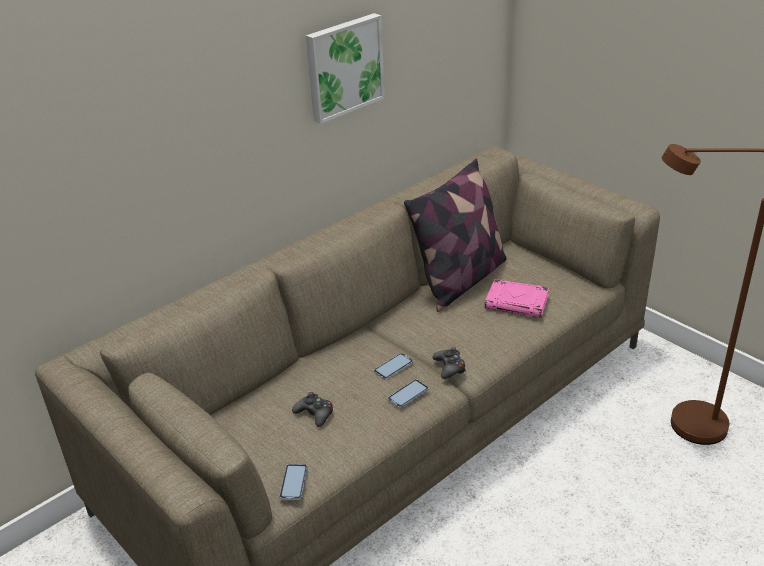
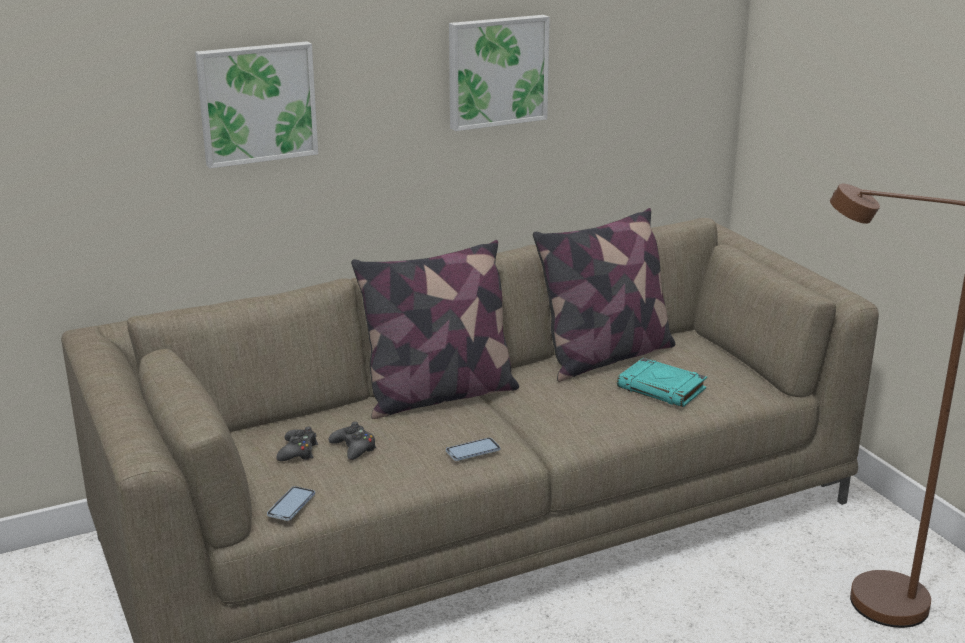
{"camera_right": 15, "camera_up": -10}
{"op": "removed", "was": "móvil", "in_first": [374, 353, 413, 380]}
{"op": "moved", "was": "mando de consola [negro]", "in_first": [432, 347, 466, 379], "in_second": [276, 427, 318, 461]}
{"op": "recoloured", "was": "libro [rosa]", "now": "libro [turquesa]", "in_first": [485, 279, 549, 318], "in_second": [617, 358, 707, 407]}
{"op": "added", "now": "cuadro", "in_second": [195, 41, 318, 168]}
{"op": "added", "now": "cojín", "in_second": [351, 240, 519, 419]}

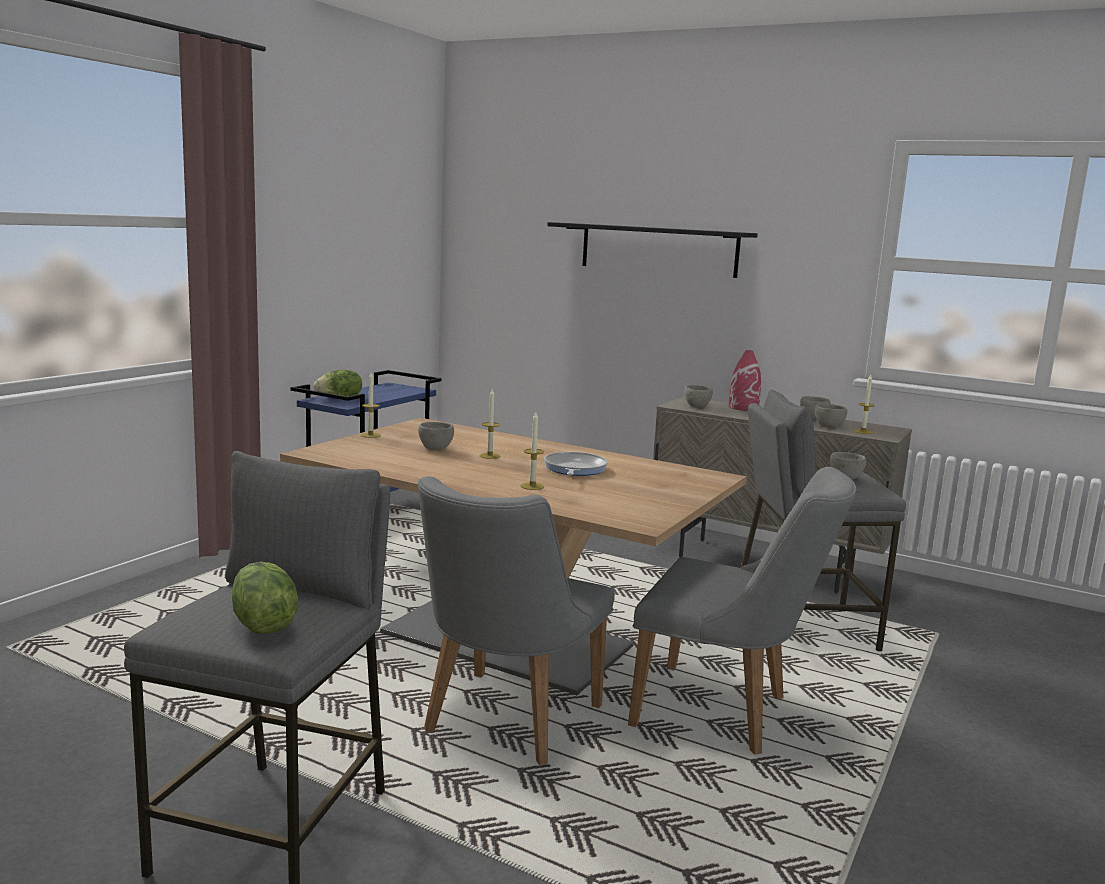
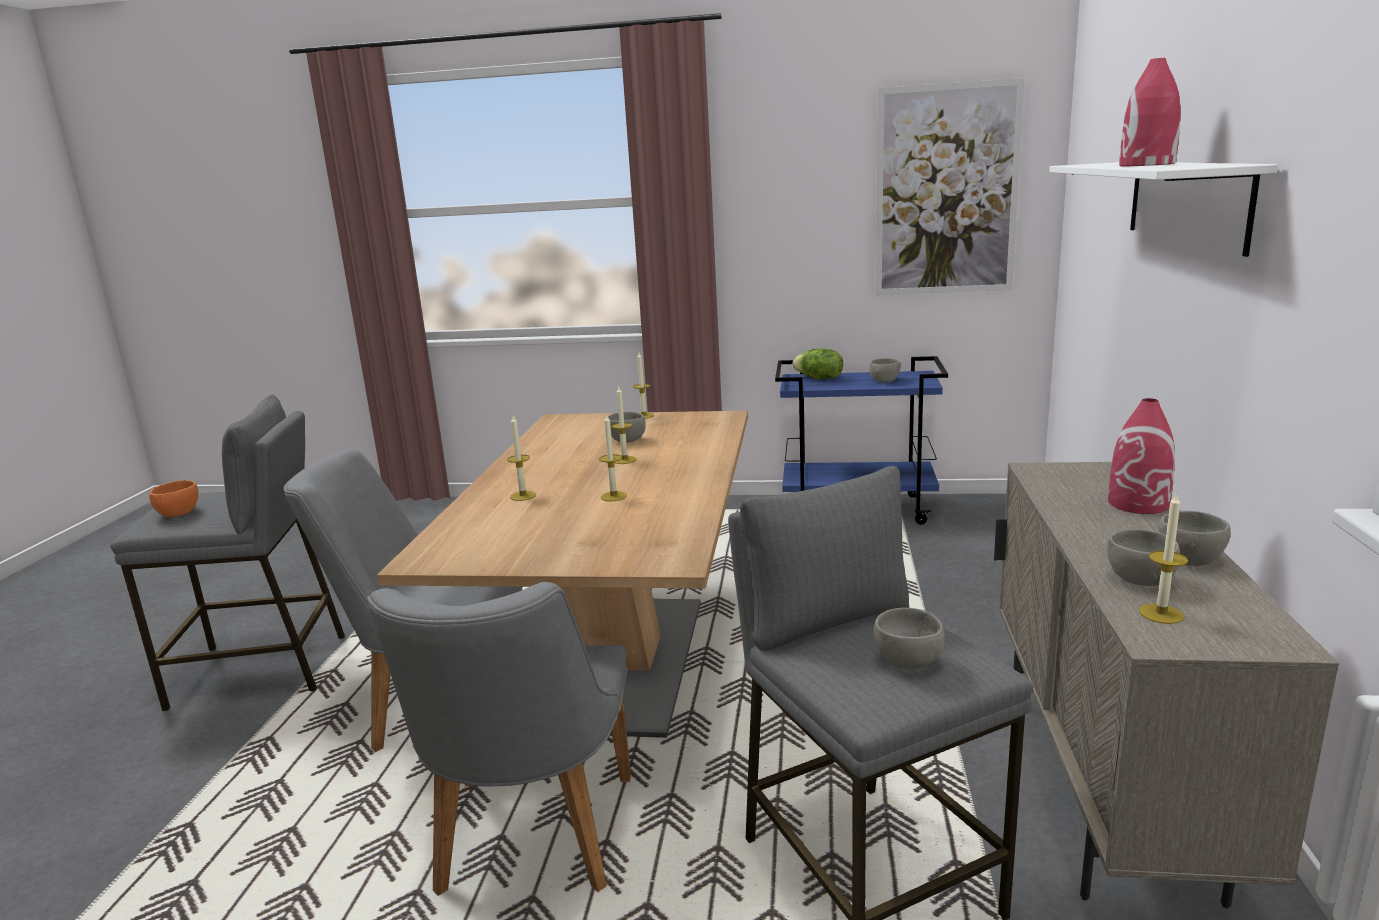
{"camera_right": 70, "camera_up": 5}
{"op": "replaced", "was": "lechuga", "now": "cuenco [naranja]", "in_first": [232, 562, 298, 634], "in_second": [149, 480, 198, 517]}
{"op": "replaced", "was": "sartén", "now": "vela", "in_first": [544, 452, 608, 476], "in_second": [599, 413, 627, 501]}
{"op": "recoloured", "was": "estante [negro]", "now": "estante [blanco]", "in_first": [547, 222, 758, 278], "in_second": [1049, 162, 1278, 257]}
{"op": "moved", "was": "cuenco [gris]", "in_first": [684, 385, 713, 407], "in_second": [869, 358, 901, 383]}
{"op": "added", "now": "cuadro", "in_second": [876, 78, 1025, 295]}
{"op": "added", "now": "florero [rojo]", "in_second": [1119, 58, 1181, 166]}

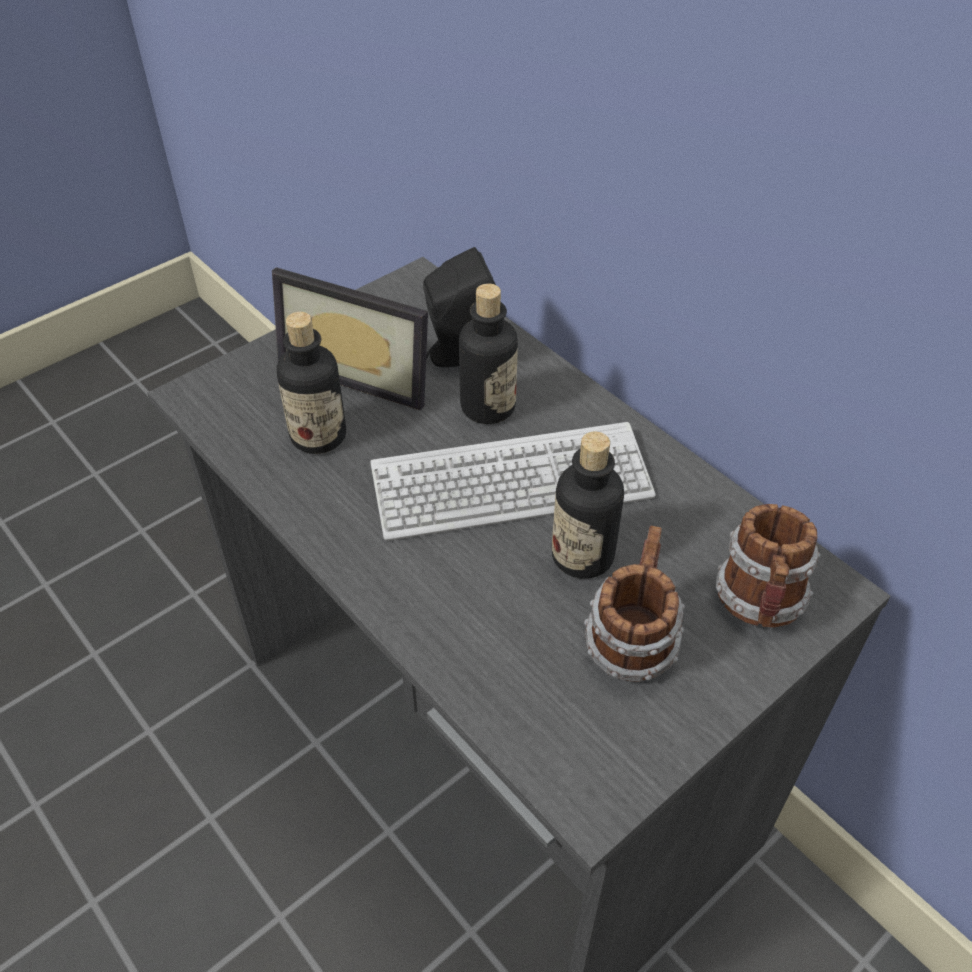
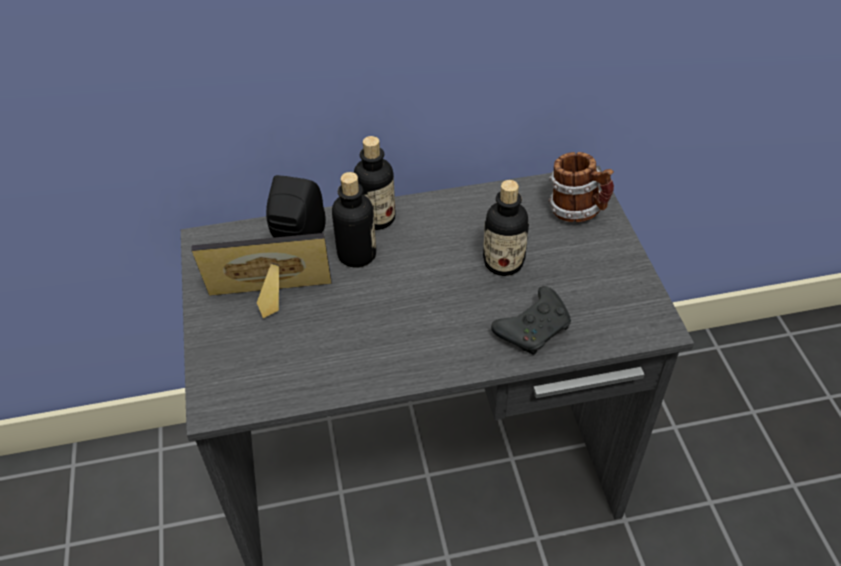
{"camera_right": -60, "camera_up": 0}
{"op": "turned", "was": "portarretratos", "in_first": [272, 267, 428, 410], "in_second": [192, 233, 332, 318], "clockwise": -150}
{"op": "moved", "was": "botella", "in_first": [277, 312, 346, 454], "in_second": [354, 136, 395, 230]}
{"op": "removed", "was": "teclado", "in_first": [370, 422, 655, 541]}
{"op": "removed", "was": "taza grande", "in_first": [584, 526, 685, 682]}
{"op": "added", "now": "mando de consola [negro]", "in_second": [491, 286, 571, 355]}

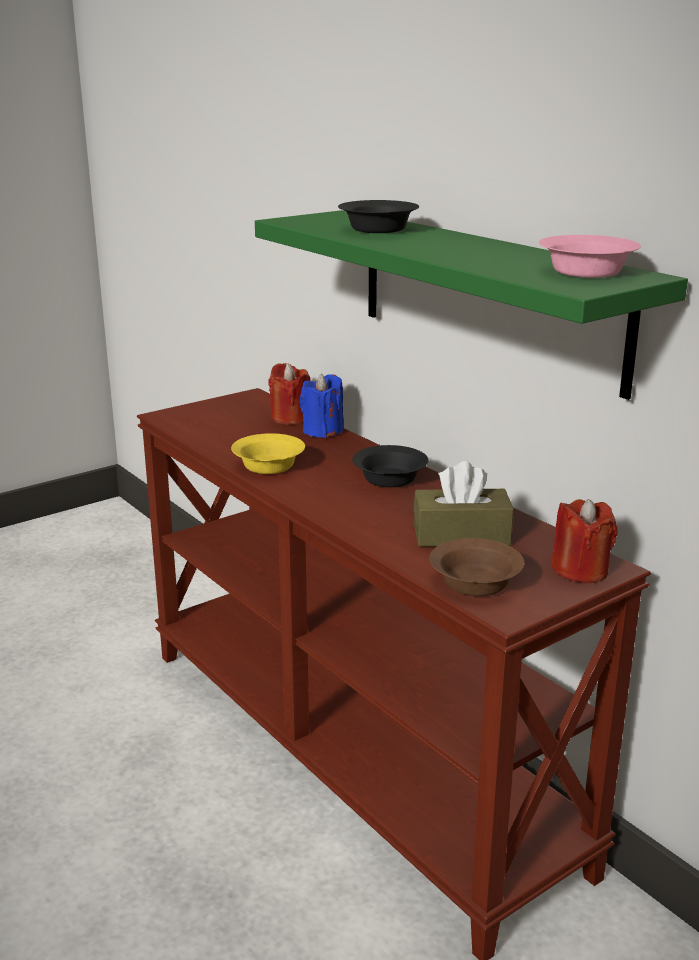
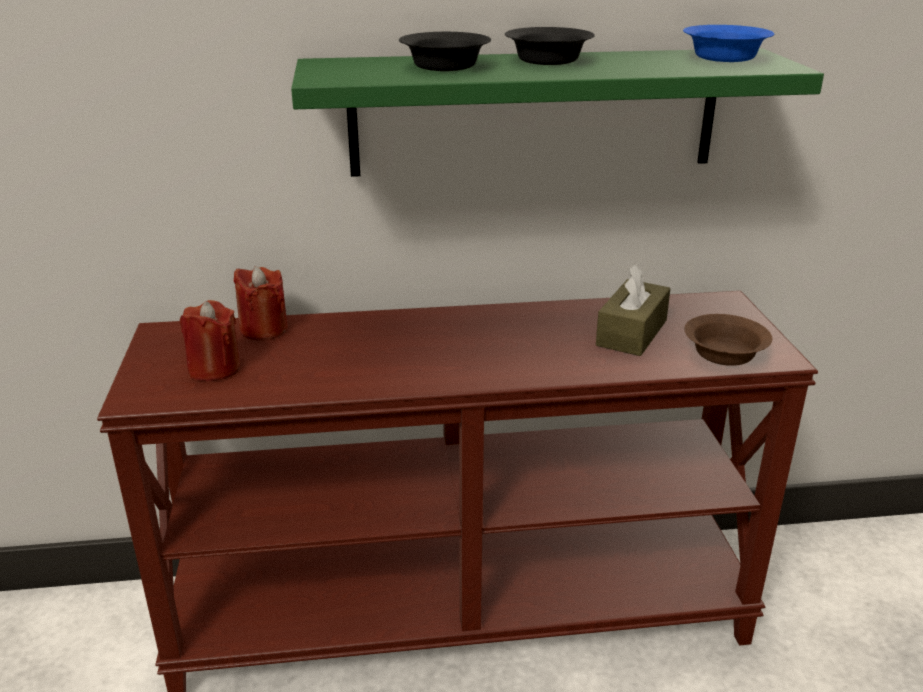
{"camera_right": -60, "camera_up": 5}
{"op": "removed", "was": "cuenco [amarillo]", "in_first": [231, 433, 305, 474]}
{"op": "removed", "was": "vela [azul]", "in_first": [299, 374, 344, 438]}
{"op": "moved", "was": "cuenco [negro]", "in_first": [352, 445, 428, 487], "in_second": [505, 27, 595, 65]}
{"op": "recoloured", "was": "cuenco [rosa]", "now": "cuenco [azul]", "in_first": [539, 235, 641, 278], "in_second": [683, 25, 774, 62]}
{"op": "moved", "was": "vela [rojo]", "in_first": [551, 499, 617, 583], "in_second": [180, 300, 241, 381]}

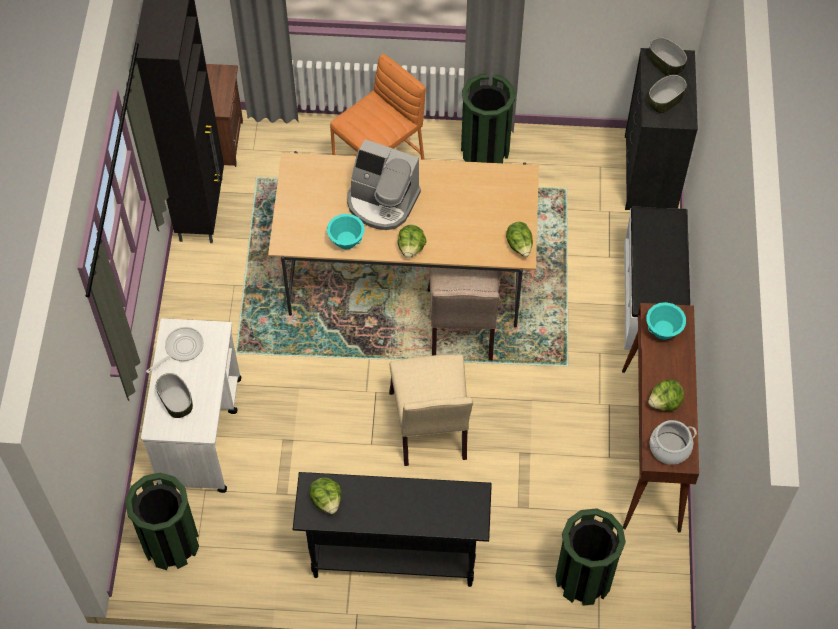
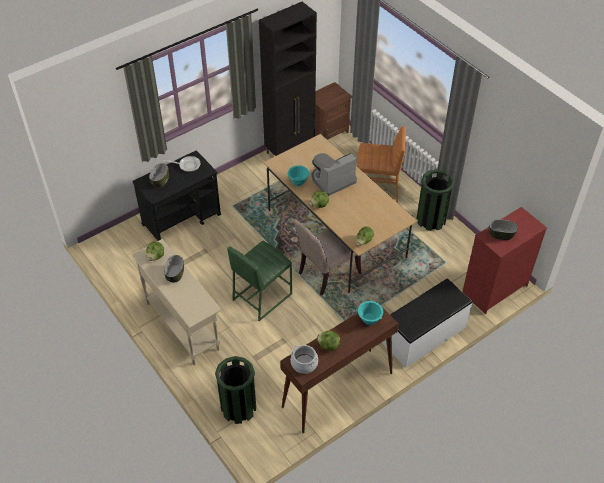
{"camera_right": 50, "camera_up": -10}
{"op": "removed", "was": "papelera [verde]", "in_first": [125, 473, 199, 570]}
{"op": "recoloured", "was": "carrito [blanco]", "now": "carrito [negro]", "in_first": [141, 318, 241, 493], "in_second": [132, 151, 221, 241]}
{"op": "recoloured", "was": "mesa consola [negro]", "now": "mesa consola [beis]", "in_first": [293, 472, 492, 587], "in_second": [132, 239, 222, 365]}
{"op": "turned", "was": "cafetera", "in_first": [347, 139, 421, 230], "in_second": [312, 153, 357, 196], "clockwise": 75}
{"op": "replaced", "was": "silla [beis]", "now": "taburete [verde]", "in_first": [389, 354, 473, 466], "in_second": [227, 241, 292, 321]}
{"op": "recoloured", "was": "cómoda [negro]", "now": "cómoda [rojo]", "in_first": [625, 48, 698, 210], "in_second": [462, 207, 547, 314]}
{"op": "moved", "was": "cuenco", "in_first": [649, 37, 687, 76], "in_second": [164, 255, 184, 282]}

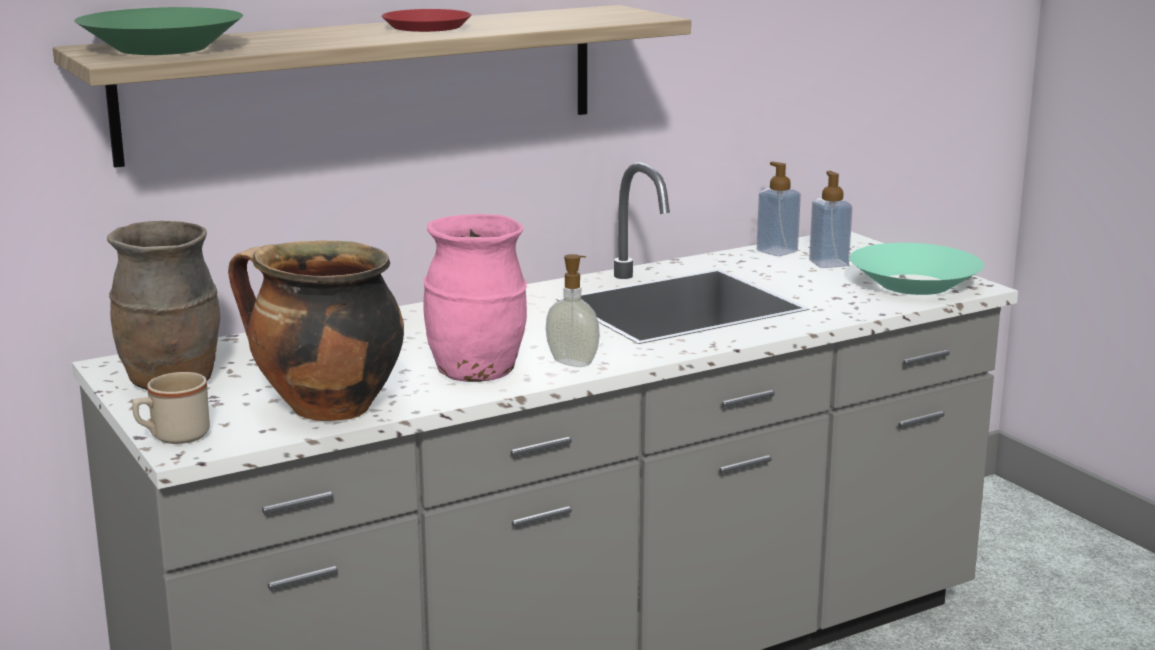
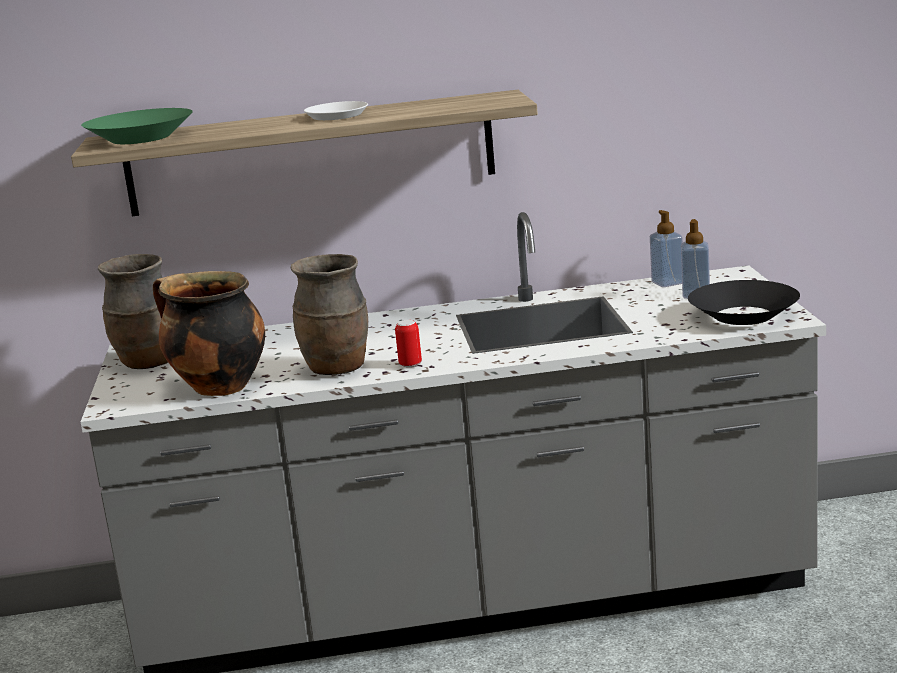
{"camera_right": 25, "camera_up": 0}
{"op": "removed", "was": "taza grande [beis]", "in_first": [132, 372, 210, 444]}
{"op": "recoloured", "was": "plato [rojo]", "now": "plato [blanco]", "in_first": [382, 9, 471, 32], "in_second": [304, 101, 368, 120]}
{"op": "recoloured", "was": "florero [rosa]", "now": "florero [marrón]", "in_first": [423, 214, 527, 382], "in_second": [291, 254, 368, 375]}
{"op": "replaced", "was": "dispensador de jabón", "now": "lata", "in_first": [546, 254, 600, 367], "in_second": [395, 320, 422, 368]}
{"op": "recoloured", "was": "cuenco [turquesa]", "now": "cuenco [negro]", "in_first": [850, 243, 984, 295], "in_second": [688, 280, 800, 325]}

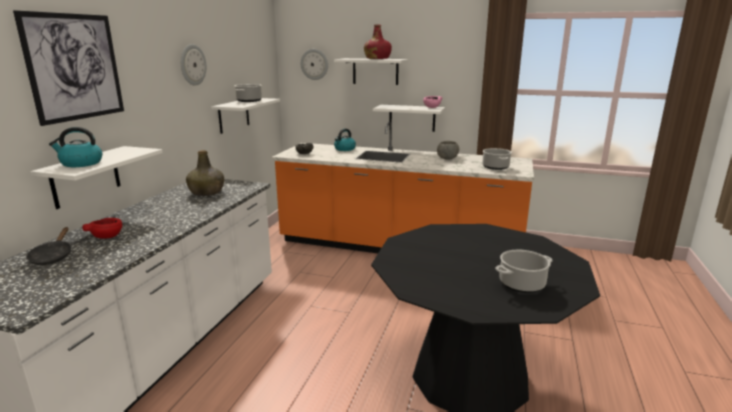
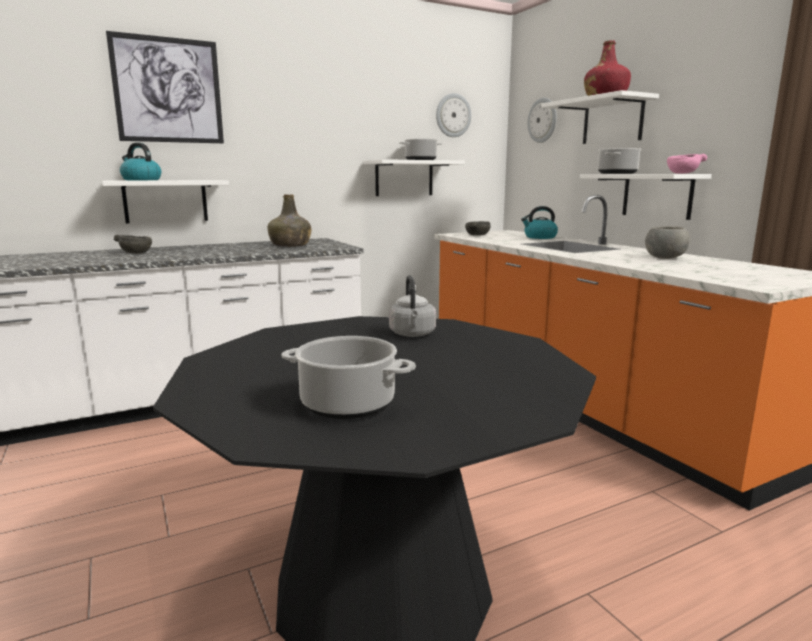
{"camera_right": 45, "camera_up": -5}
{"op": "removed", "was": "sartén [negro]", "in_first": [26, 227, 71, 265]}
{"op": "recoloured", "was": "cuenco [rojo]", "now": "cuenco [gris]", "in_first": [82, 218, 122, 239], "in_second": [114, 235, 152, 254]}
{"op": "moved", "was": "reloj de pared", "in_first": [181, 44, 206, 86], "in_second": [436, 93, 471, 137]}
{"op": "moved", "was": "olla", "in_first": [482, 148, 512, 170], "in_second": [598, 148, 642, 174]}
{"op": "added", "now": "hervidor [gris]", "in_second": [389, 275, 436, 337]}

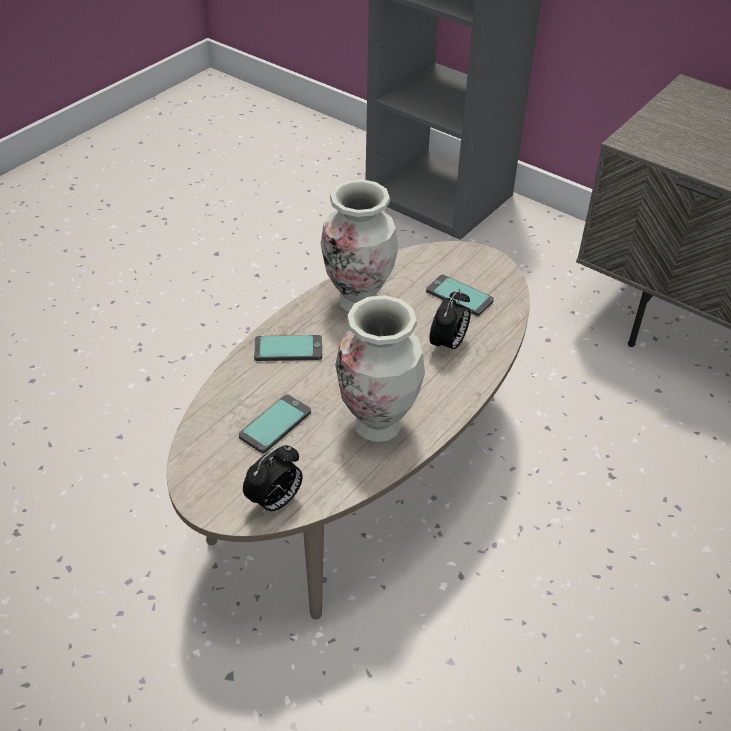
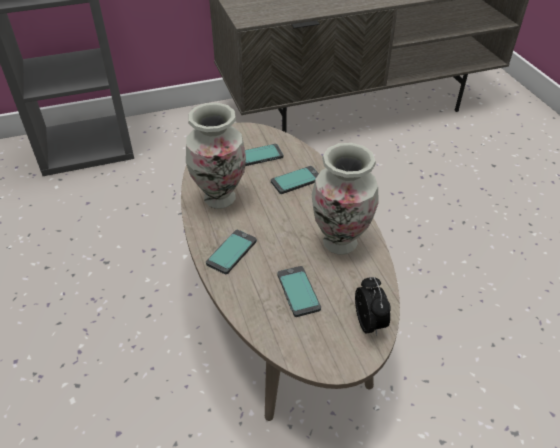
{"camera_right": -55, "camera_up": 0}
{"op": "replaced", "was": "despertador", "now": "móvil", "in_first": [430, 289, 471, 356], "in_second": [271, 166, 319, 194]}

